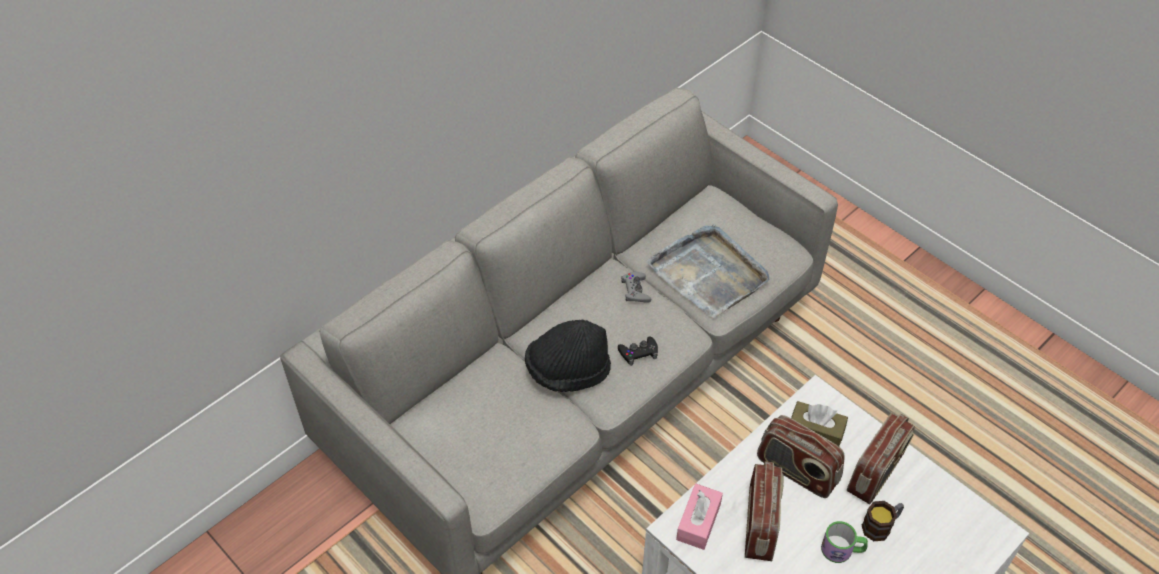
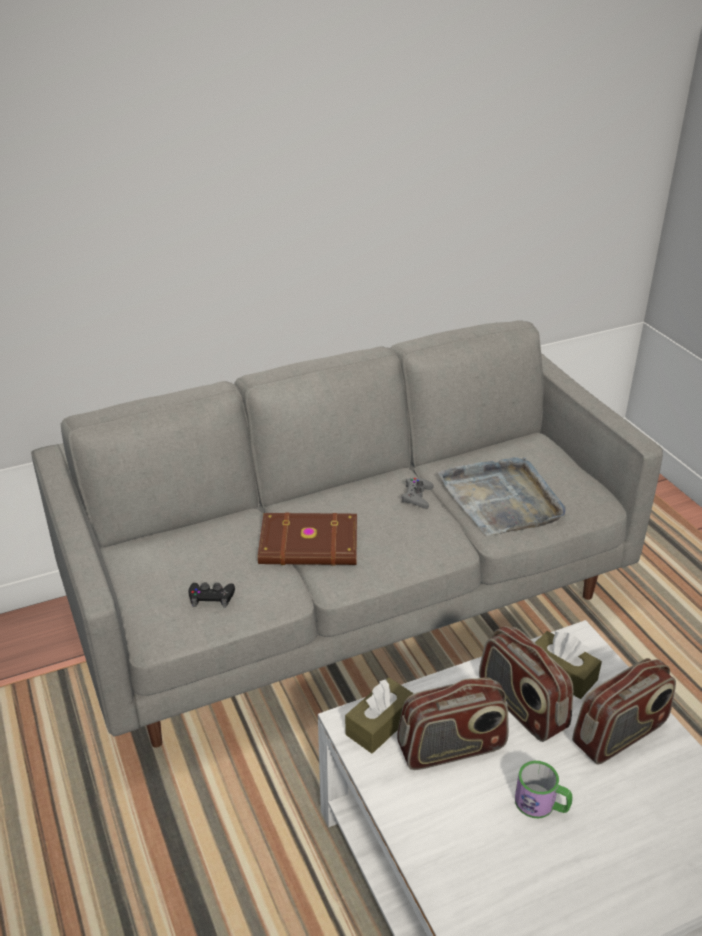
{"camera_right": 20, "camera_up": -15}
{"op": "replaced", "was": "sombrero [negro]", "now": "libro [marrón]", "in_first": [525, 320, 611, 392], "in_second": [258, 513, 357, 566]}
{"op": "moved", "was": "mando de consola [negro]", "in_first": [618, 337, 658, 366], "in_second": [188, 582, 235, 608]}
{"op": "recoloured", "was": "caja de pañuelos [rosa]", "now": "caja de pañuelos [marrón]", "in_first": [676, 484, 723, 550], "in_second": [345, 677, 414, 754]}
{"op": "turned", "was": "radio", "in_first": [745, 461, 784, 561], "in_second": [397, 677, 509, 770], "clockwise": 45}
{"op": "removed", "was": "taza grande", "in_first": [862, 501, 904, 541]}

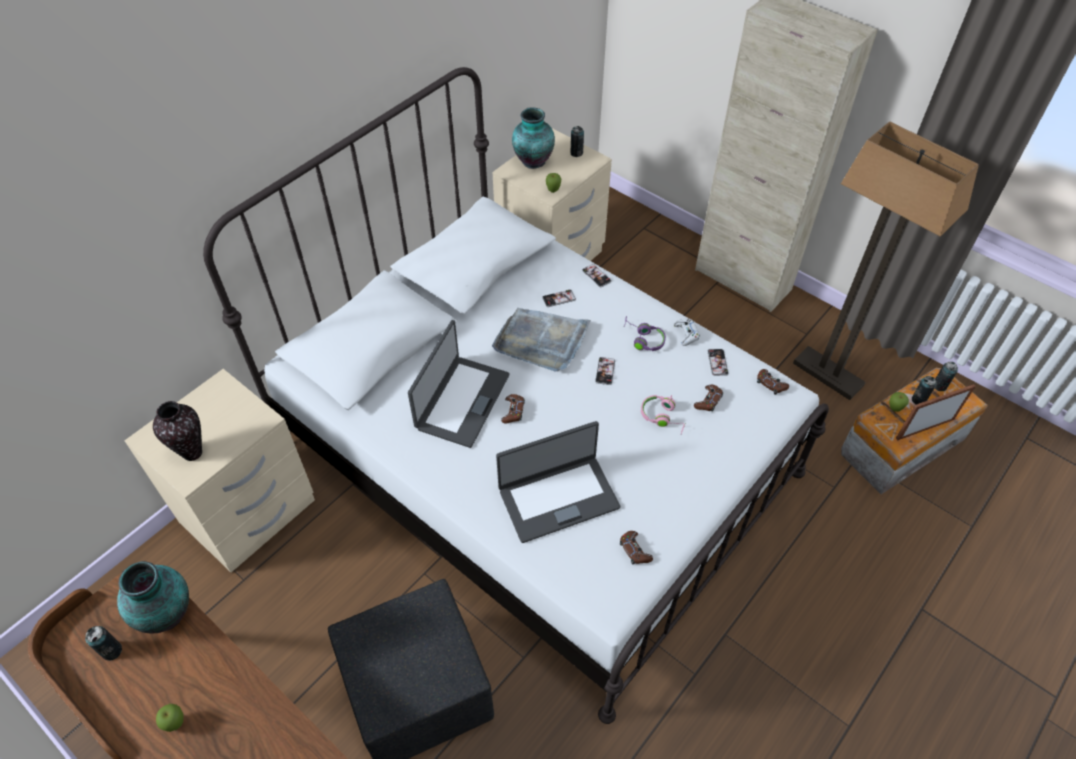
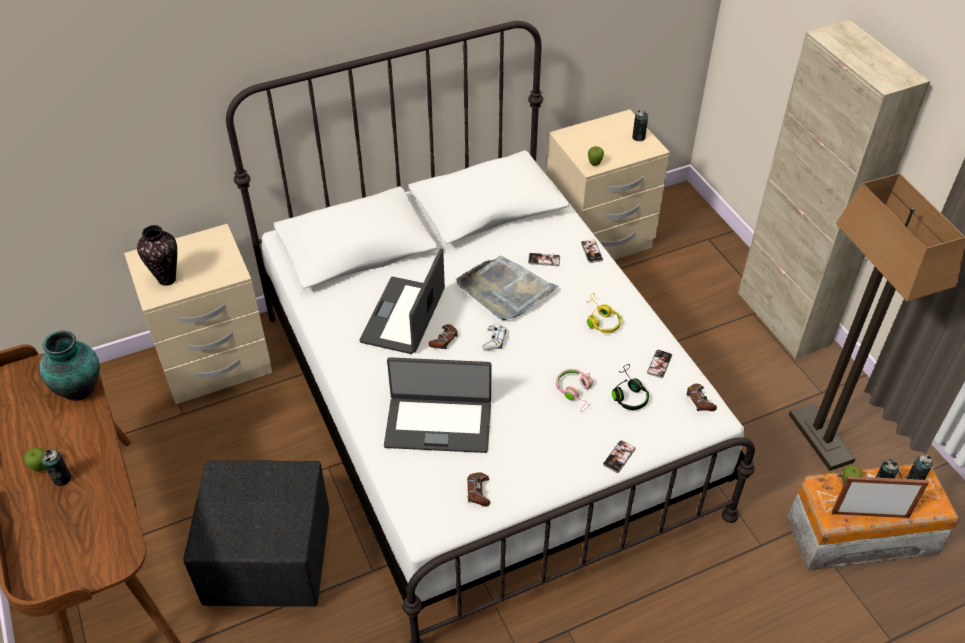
{"camera_right": 25, "camera_up": -5}
{"op": "moved", "was": "lata", "in_first": [85, 626, 122, 661], "in_second": [42, 449, 71, 486]}
{"op": "turned", "was": "portátil", "in_first": [408, 320, 510, 448], "in_second": [359, 248, 445, 354], "clockwise": 150}
{"op": "removed", "was": "florero", "in_first": [512, 107, 555, 169]}
{"op": "moved", "was": "móvil", "in_first": [595, 357, 615, 385], "in_second": [603, 440, 636, 473]}
{"op": "recoloured", "was": "auriculares [morado]", "now": "auriculares [amarillo]", "in_first": [624, 316, 666, 351], "in_second": [587, 293, 622, 333]}
{"op": "moved", "was": "mando de consola [blanco]", "in_first": [674, 318, 700, 346], "in_second": [483, 324, 506, 350]}
{"op": "replaced", "was": "mando de consola [marrón]", "now": "auriculares [negro]", "in_first": [694, 385, 723, 412], "in_second": [612, 364, 649, 410]}

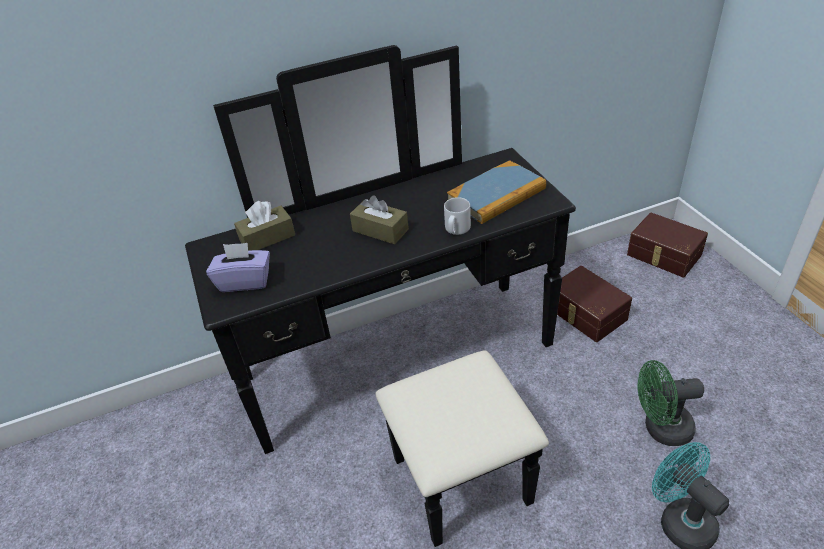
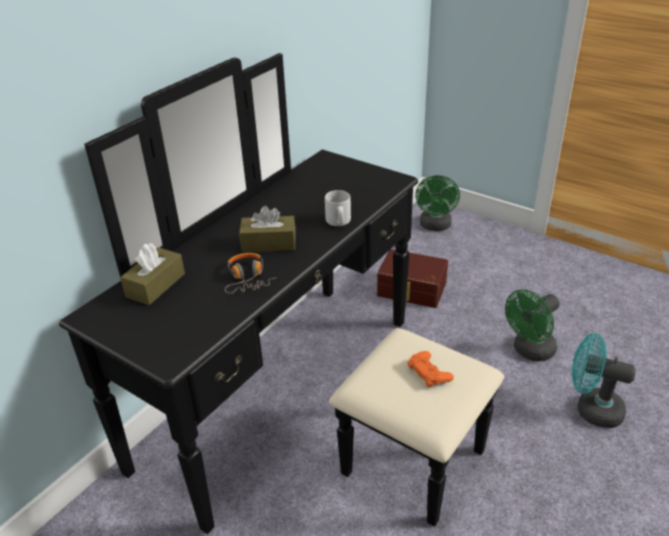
{"camera_right": -35, "camera_up": -5}
{"op": "removed", "was": "caja de pañuelos [morado]", "in_first": [206, 243, 270, 292]}
{"op": "removed", "was": "libro", "in_first": [447, 160, 546, 224]}
{"op": "replaced", "was": "caja de almacenaje [marrón]", "now": "ventilador [verde]", "in_first": [627, 213, 708, 278], "in_second": [415, 175, 460, 231]}
{"op": "added", "now": "auriculares", "in_second": [225, 253, 276, 293]}
{"op": "added", "now": "mando de consola [naranja]", "in_second": [407, 351, 454, 387]}

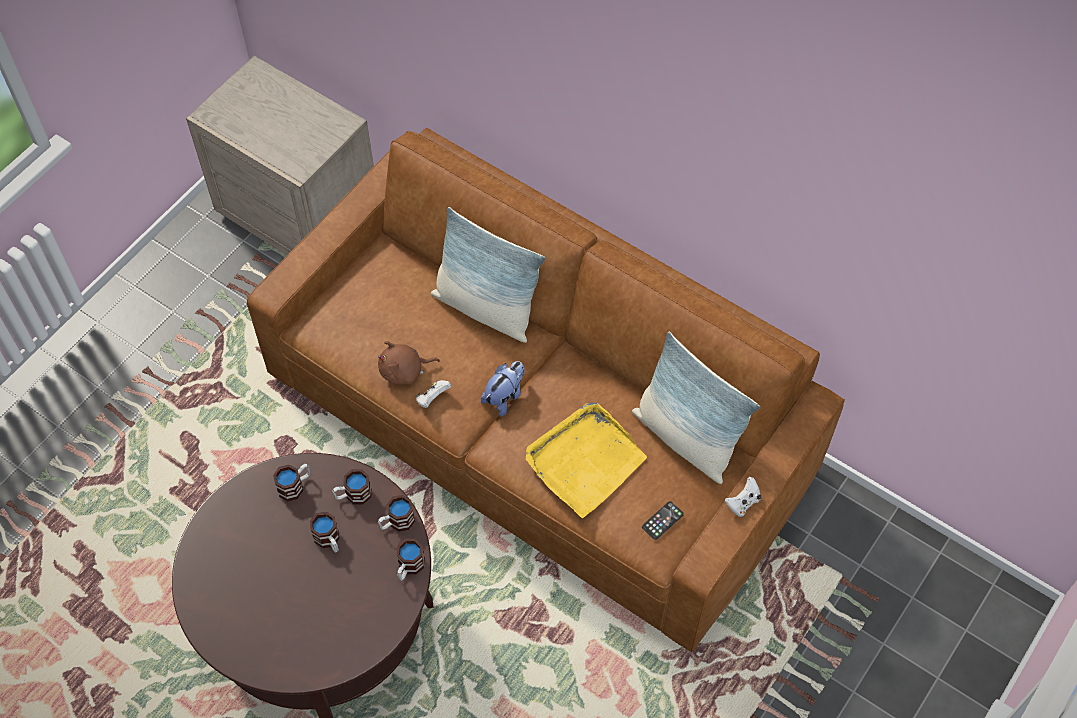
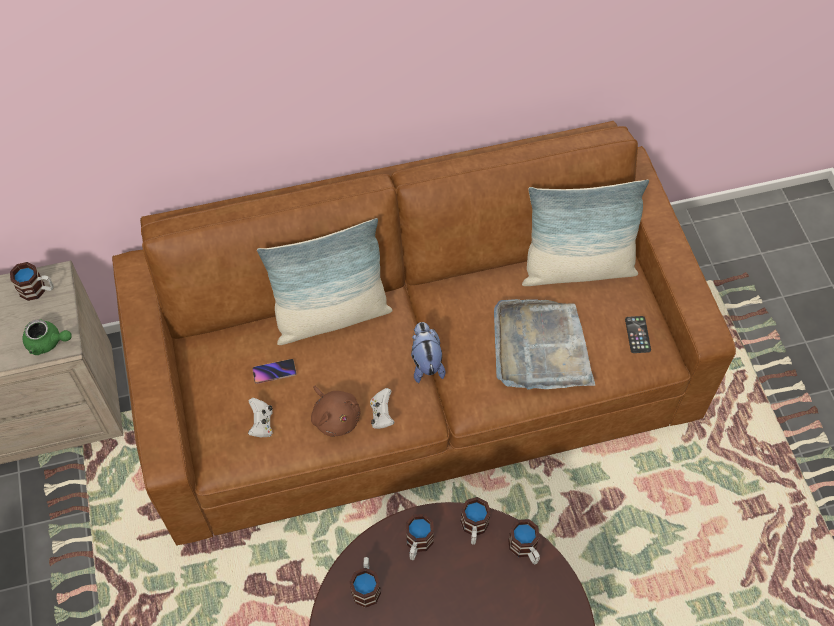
{"camera_right": -50, "camera_up": 0}
{"op": "moved", "was": "taza grande", "in_first": [310, 512, 339, 552], "in_second": [10, 262, 54, 301]}
{"op": "turned", "was": "peluche [marrón]", "in_first": [378, 341, 440, 385], "in_second": [311, 386, 361, 437], "clockwise": -60}
{"op": "recoloured", "was": "bandeja [amarillo]", "now": "bandeja [gris]", "in_first": [526, 403, 647, 518], "in_second": [494, 299, 595, 390]}
{"op": "moved", "was": "mando de consola [blanco]", "in_first": [725, 477, 762, 517], "in_second": [248, 398, 273, 437]}
{"op": "added", "now": "tetera [verde]", "in_second": [23, 319, 72, 355]}
{"op": "added", "now": "móvil", "in_second": [252, 359, 297, 384]}

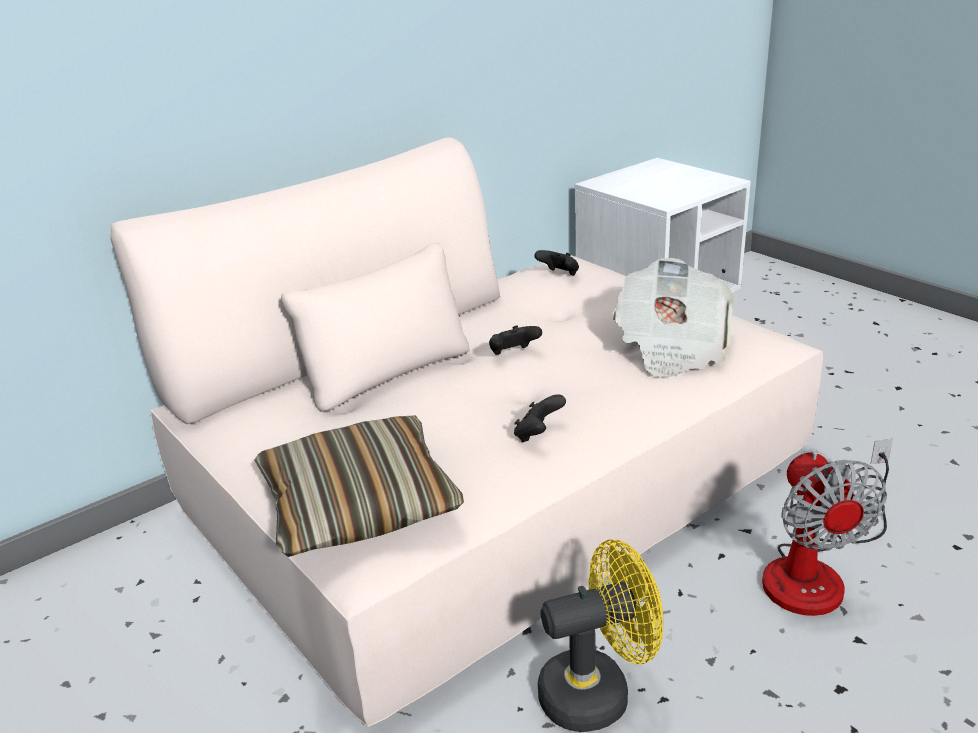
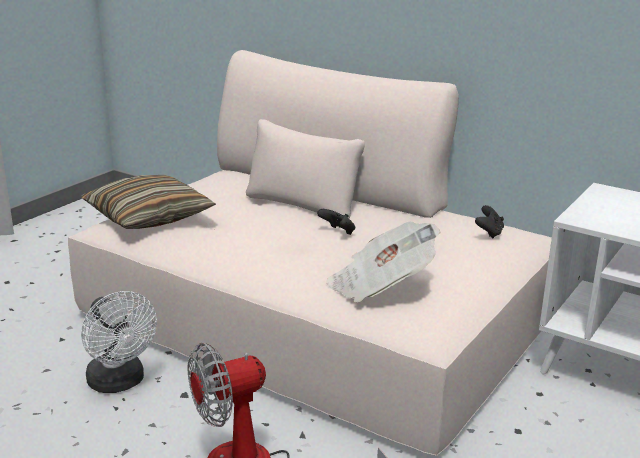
{"camera_right": 70, "camera_up": -5}
{"op": "removed", "was": "mando de consola [negro]", "in_first": [514, 394, 566, 443]}
{"op": "recoloured", "was": "ventilador [amarillo]", "now": "ventilador [blanco]", "in_first": [538, 539, 663, 732], "in_second": [81, 291, 157, 393]}

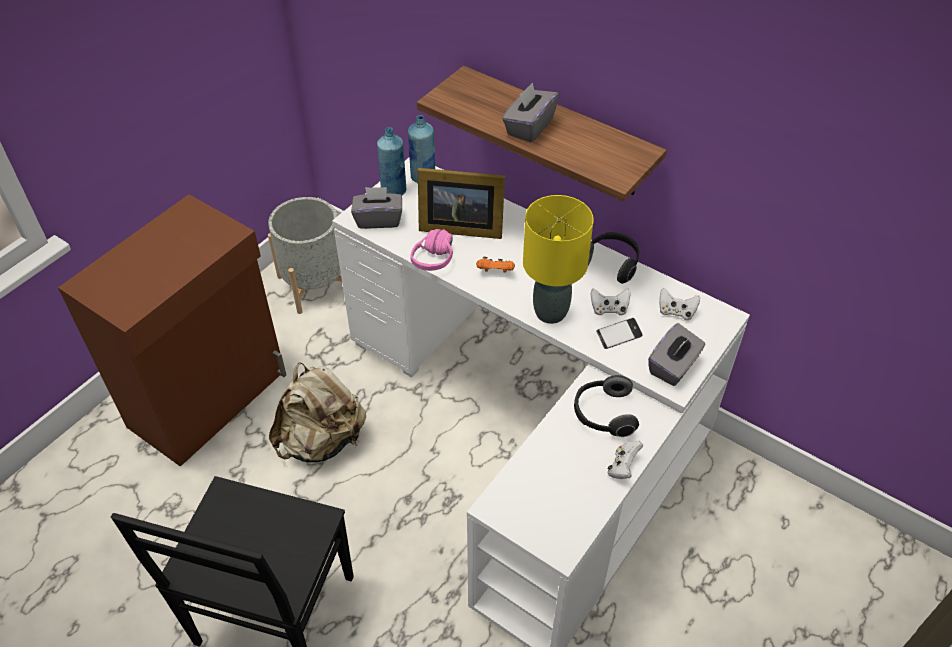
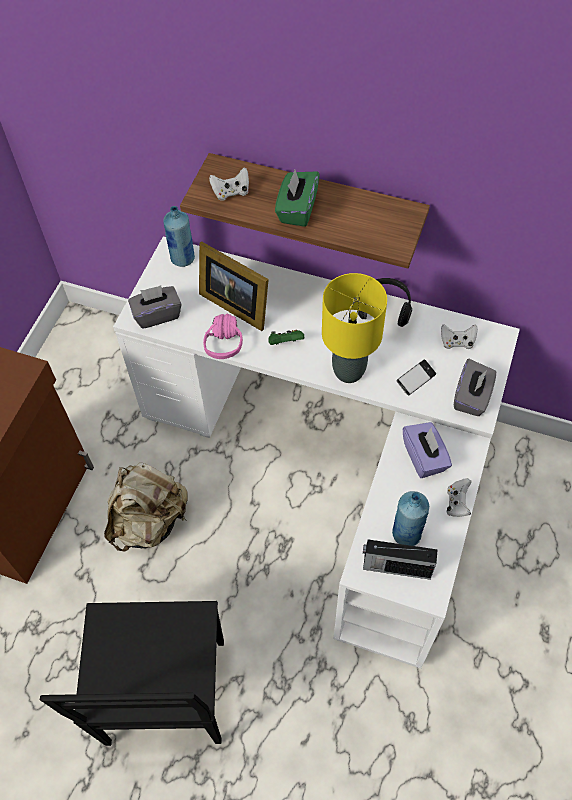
{"camera_right": -15, "camera_up": 10}
{"op": "removed", "was": "maceta [gris]", "in_first": [268, 197, 342, 314]}
{"op": "moved", "was": "botella [azul]", "in_first": [377, 127, 406, 195], "in_second": [392, 491, 429, 546]}
{"op": "turned", "was": "portarretratos", "in_first": [418, 168, 505, 239], "in_second": [199, 241, 269, 331], "clockwise": 45}
{"op": "recoloured", "was": "mando de consola [naranja]", "now": "mando de consola [verde]", "in_first": [476, 257, 515, 273], "in_second": [268, 330, 304, 345]}
{"op": "recoloured", "was": "caja de pañuelos [gris]", "now": "caja de pañuelos [verde]", "in_first": [502, 82, 559, 143], "in_second": [275, 170, 320, 227]}
{"op": "replaced", "was": "auriculares", "now": "caja de pañuelos [morado]", "in_first": [574, 375, 639, 437], "in_second": [403, 422, 452, 478]}
{"op": "moved", "was": "mando de consola [blanco]", "in_first": [591, 289, 630, 315], "in_second": [209, 167, 249, 201]}
{"op": "added", "now": "radio", "in_second": [363, 539, 438, 580]}

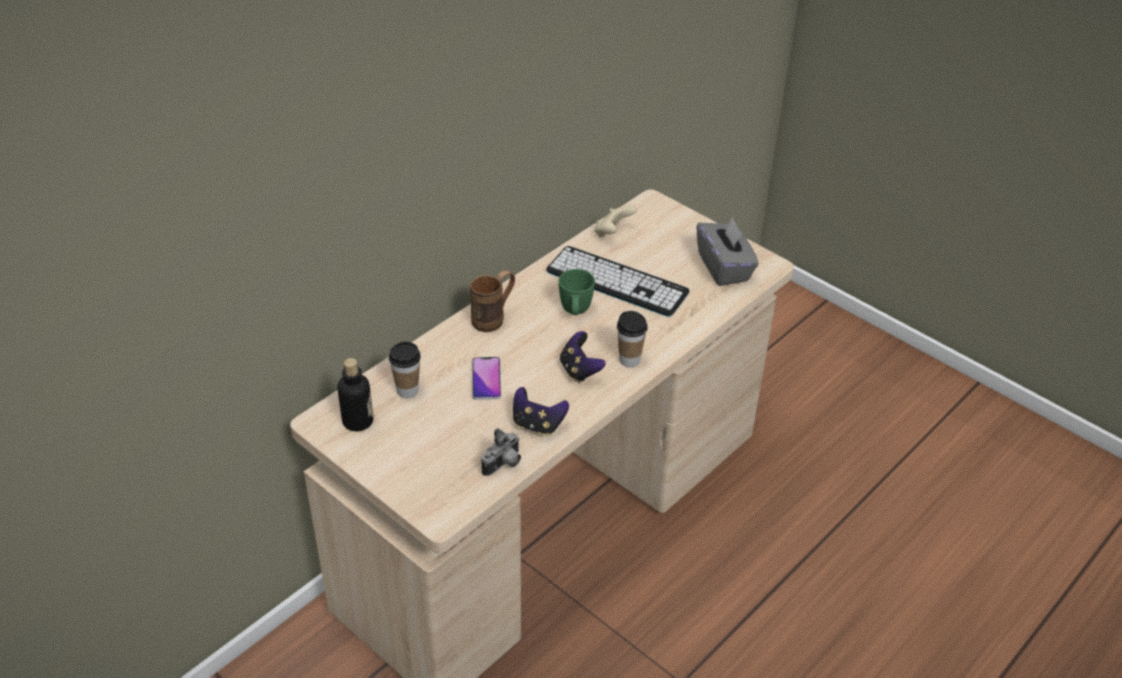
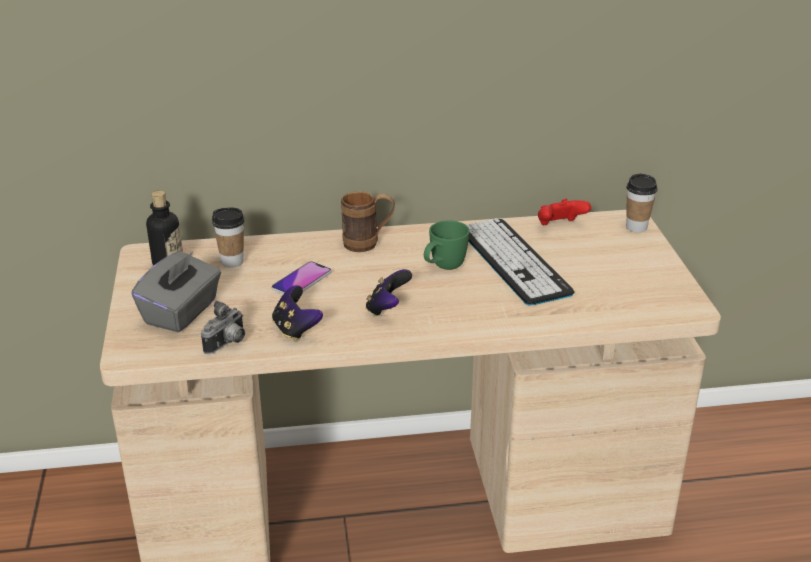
{"camera_right": 40, "camera_up": -10}
{"op": "turned", "was": "cámara", "in_first": [481, 428, 521, 476], "in_second": [201, 301, 245, 354], "clockwise": -45}
{"op": "recoloured", "was": "mando de consola [beis]", "now": "mando de consola [rojo]", "in_first": [594, 204, 637, 237], "in_second": [538, 199, 591, 225]}
{"op": "moved", "was": "taza", "in_first": [617, 311, 647, 367], "in_second": [626, 174, 657, 233]}
{"op": "moved", "was": "caja de pañuelos [gris]", "in_first": [696, 217, 759, 286], "in_second": [131, 251, 221, 332]}

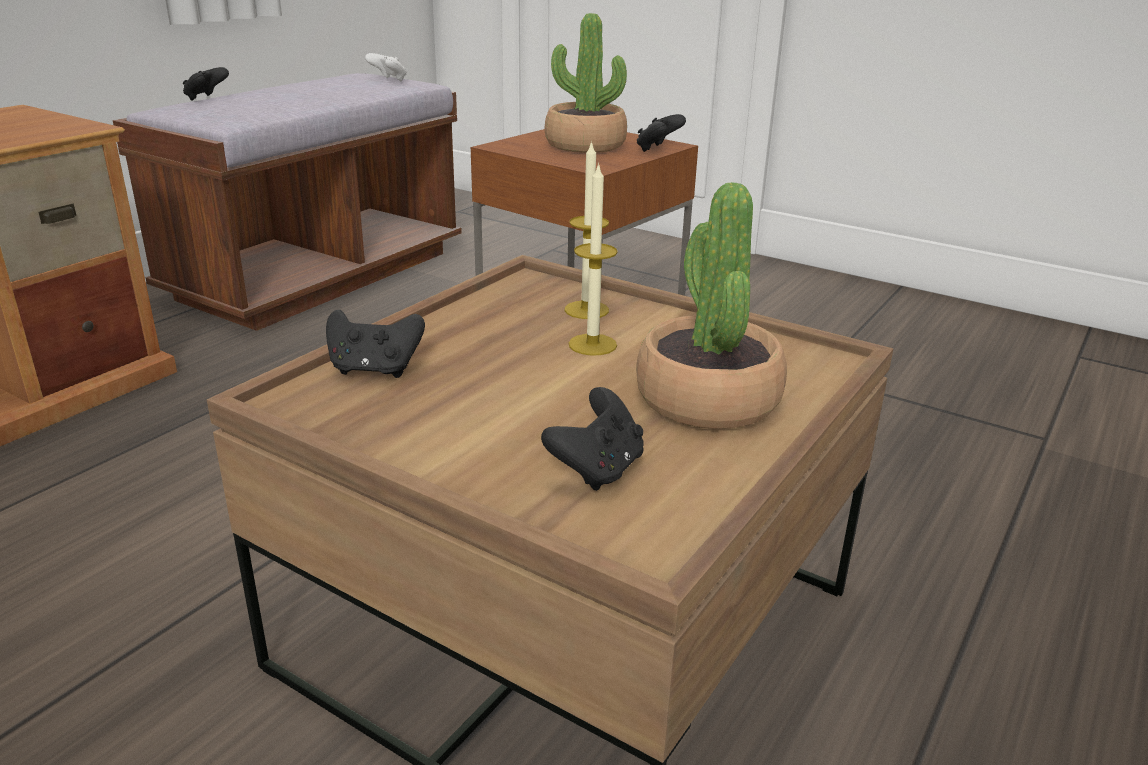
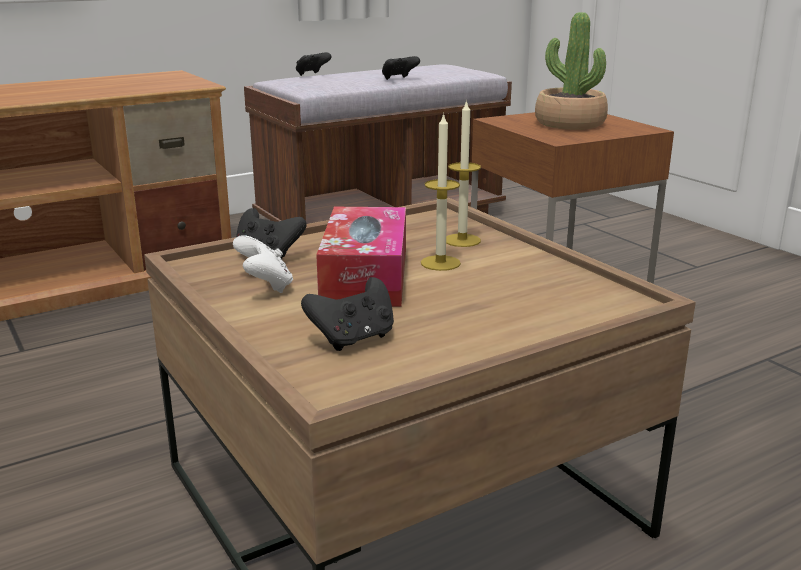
{"camera_right": 25, "camera_up": -5}
{"op": "moved", "was": "mando de consola [blanco]", "in_first": [365, 53, 406, 81], "in_second": [233, 235, 293, 293]}
{"op": "moved", "was": "mando de consola [negro]", "in_first": [636, 114, 686, 152], "in_second": [382, 56, 420, 80]}
{"op": "removed", "was": "planta en maceta", "in_first": [636, 182, 787, 429]}
{"op": "added", "now": "caja de pañuelos", "in_second": [316, 207, 406, 307]}

